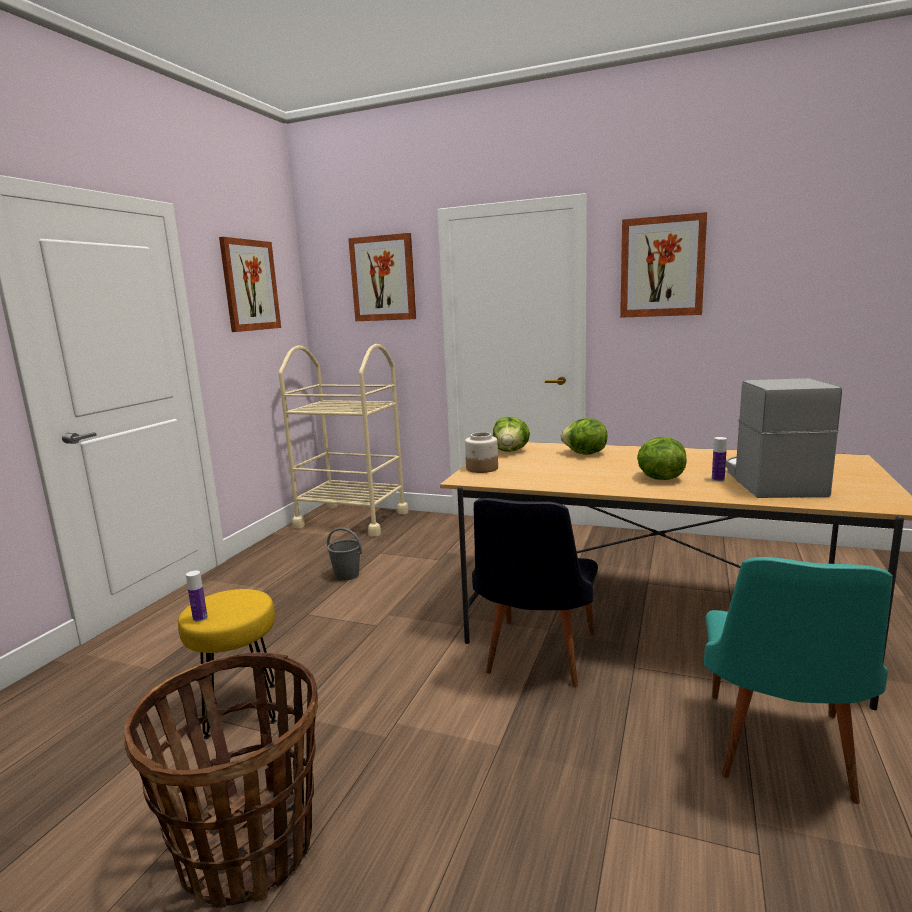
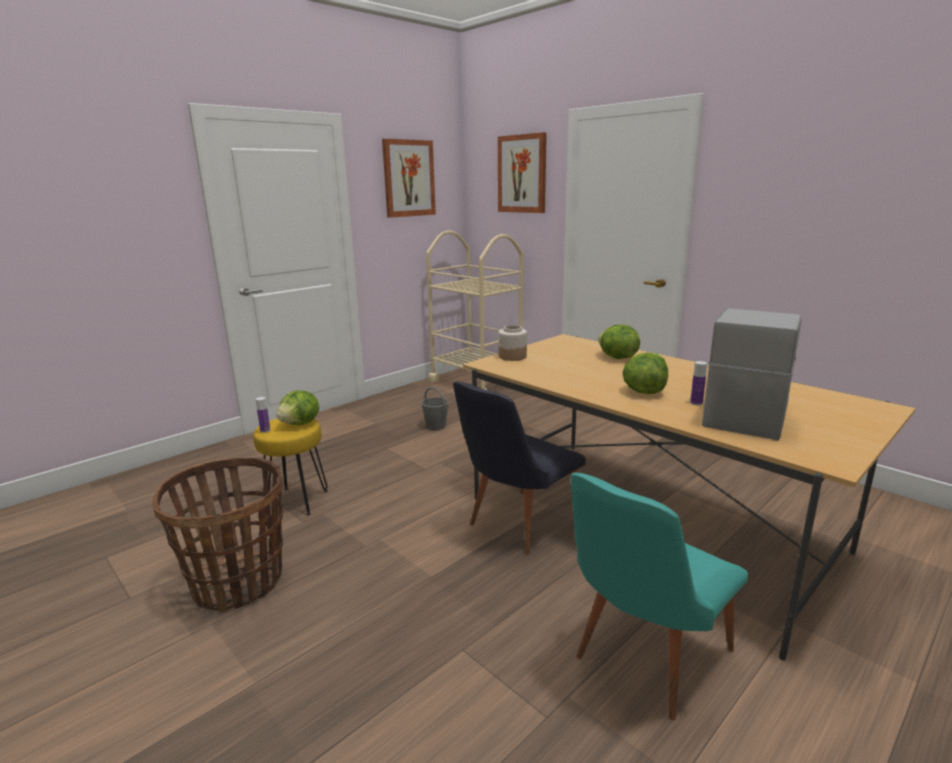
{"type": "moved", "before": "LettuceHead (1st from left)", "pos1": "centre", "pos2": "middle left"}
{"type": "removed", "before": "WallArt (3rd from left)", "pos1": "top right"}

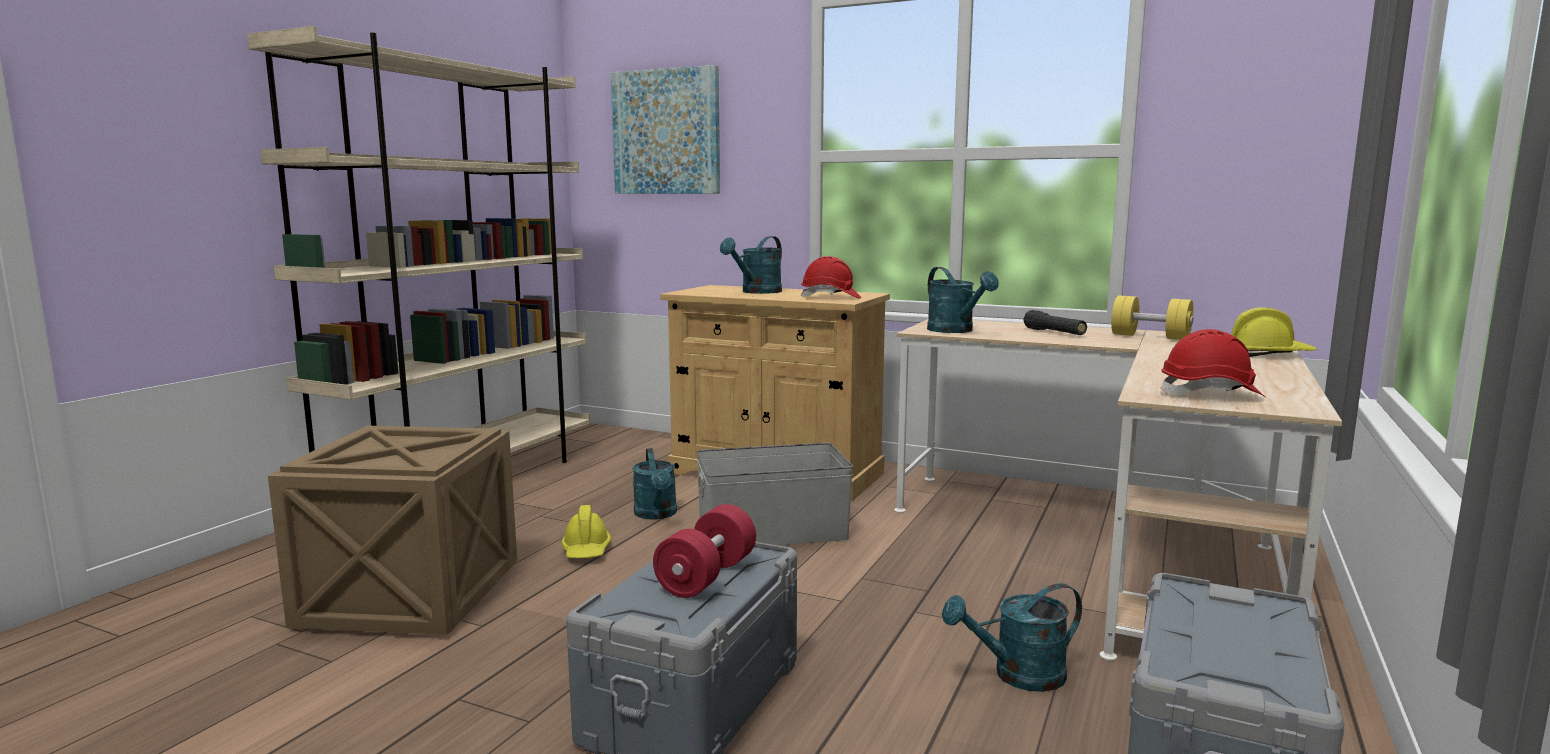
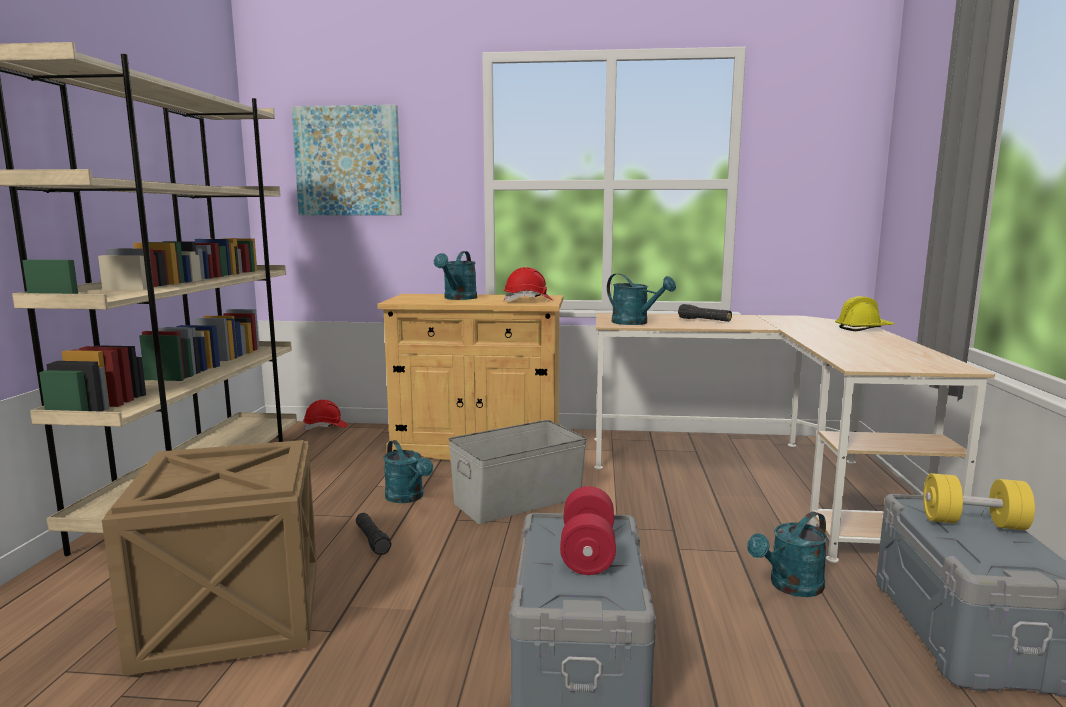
{"type": "moved", "before": "RedHardHat (2nd from left in the first image)", "after": "RedHardHat (1st from left)", "pos1": "middle right", "pos2": "middle left"}
{"type": "replaced", "before": "YellowHardHat (1st from left)", "after": "BlackTorch (1st from left)", "pos1": "bottom centre", "pos2": "bottom centre"}
{"type": "moved", "before": "YellowFreeWeight", "pos1": "middle right", "pos2": "bottom right"}

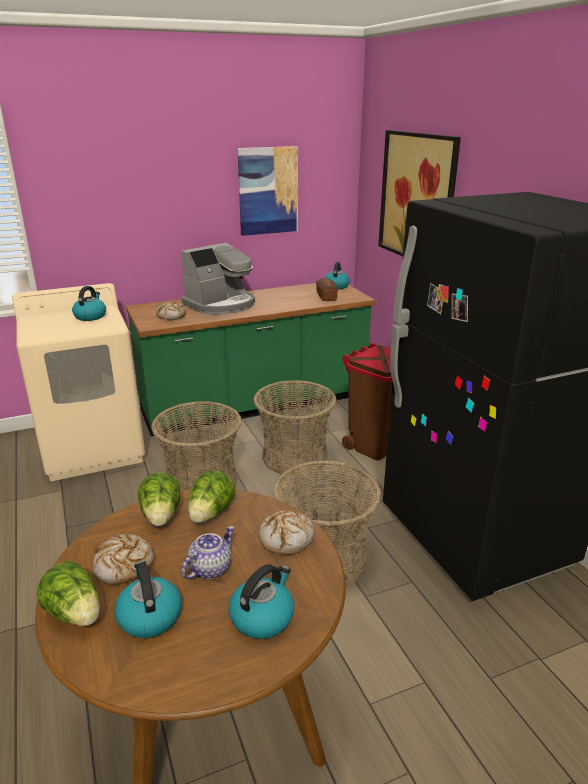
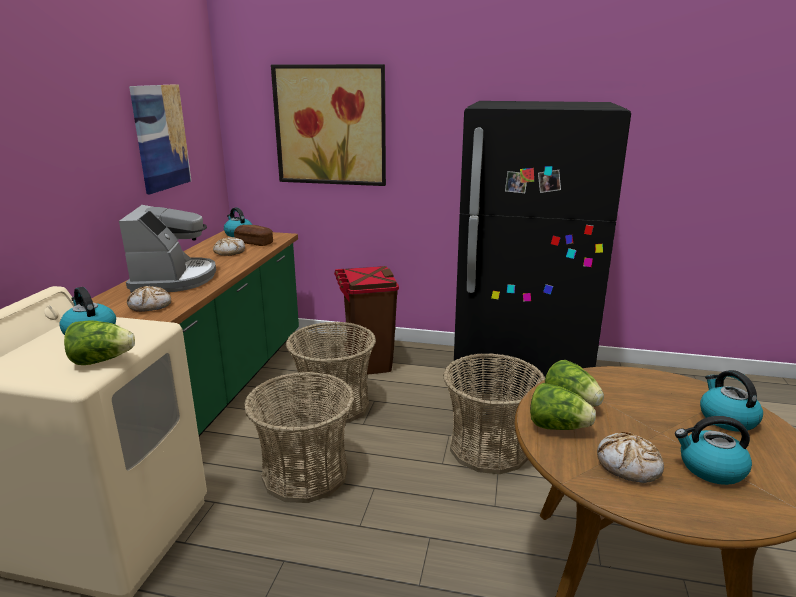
{"type": "moved", "before": "LettuceHead (1st from left)", "pos1": "bottom left", "pos2": "middle left"}
{"type": "moved", "before": "Bread (3rd from left in the first image)", "after": "Bread (2nd from left)", "pos1": "bottom centre", "pos2": "middle left"}
{"type": "removed", "before": "TeaPot", "pos1": "bottom centre"}

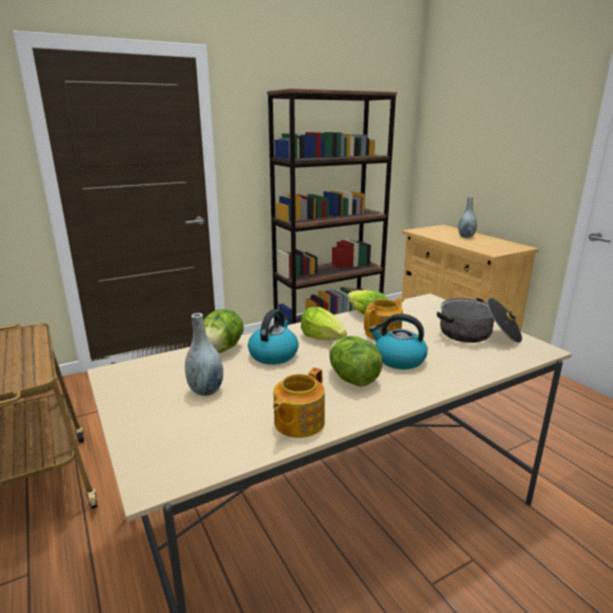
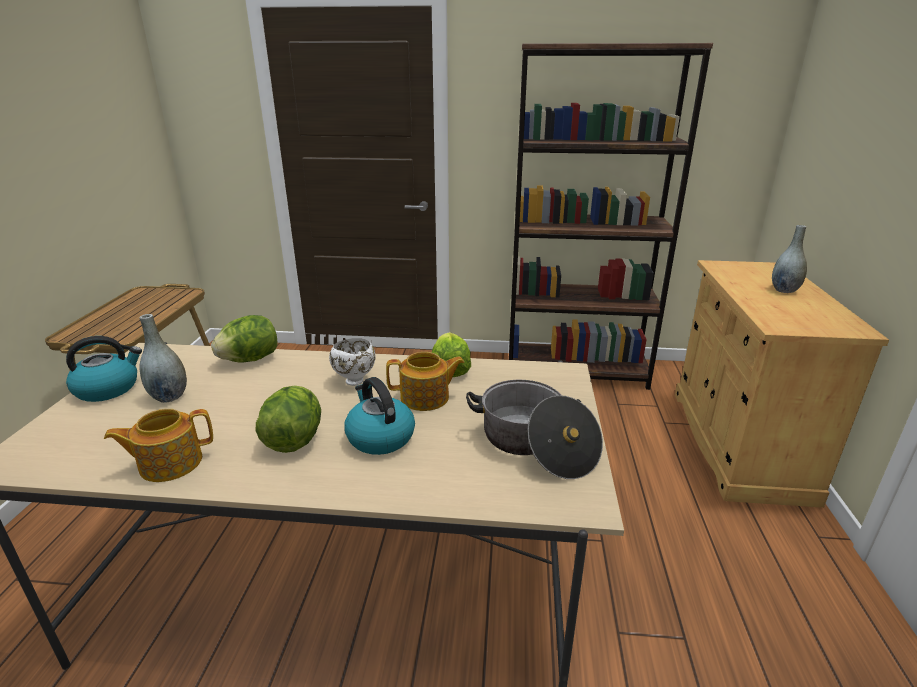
{"type": "moved", "before": "WaterKettle (1st from left)", "pos1": "centre", "pos2": "middle left"}
{"type": "replaced", "before": "LettuceHead (2nd from left)", "after": "WhitishDeepDish", "pos1": "centre", "pos2": "centre"}

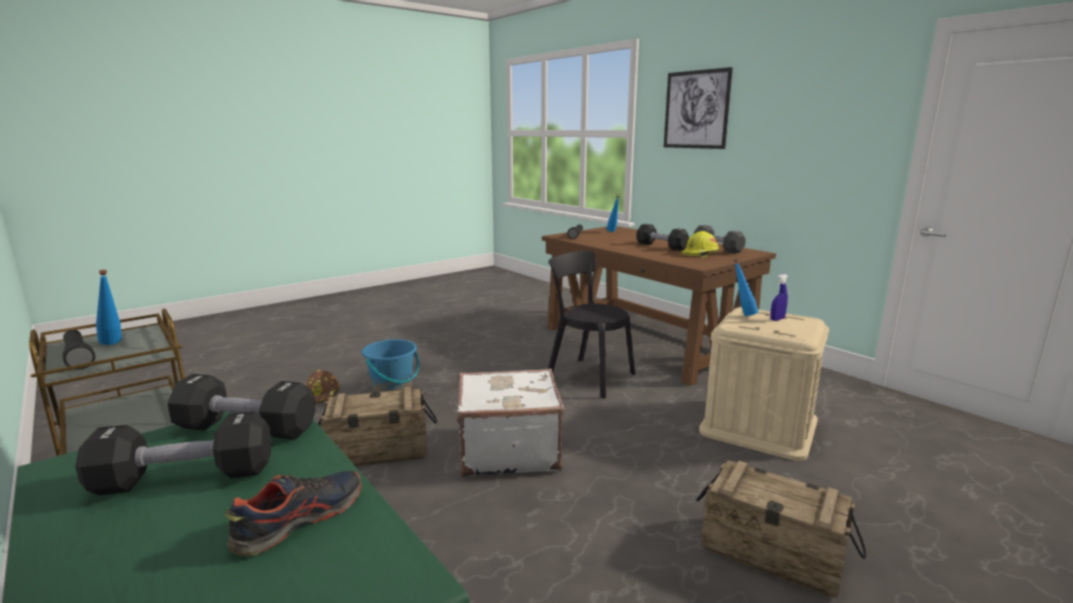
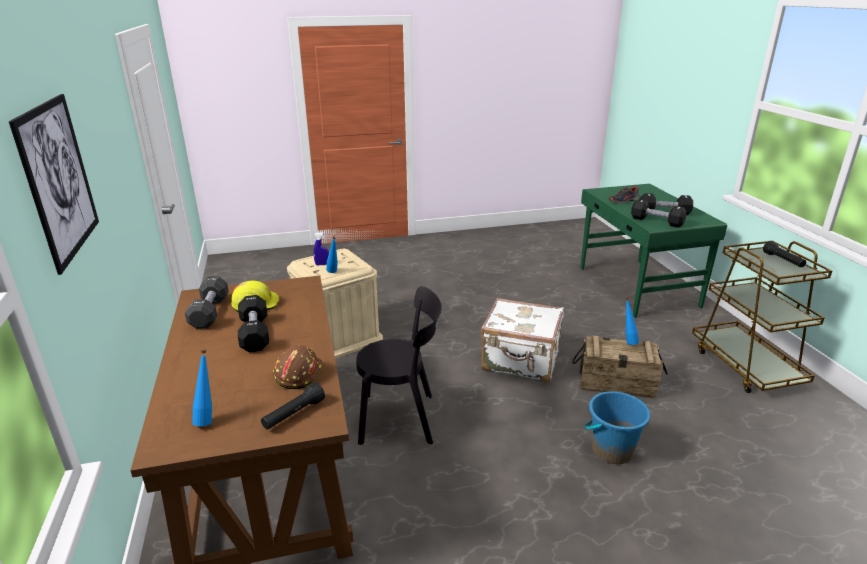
{"type": "moved", "before": "BrownColouredHardHat", "pos1": "middle left", "pos2": "centre"}
{"type": "turned", "before": "BlackChair", "pos1": "centre", "pos2": "centre", "turn": -60}
{"type": "moved", "before": "BlueBottle (1st from left in the first image)", "after": "BlueBottle (3rd from left)", "pos1": "middle left", "pos2": "middle right"}
{"type": "removed", "before": "ShippingCrate (2nd from left)", "pos1": "bottom right"}

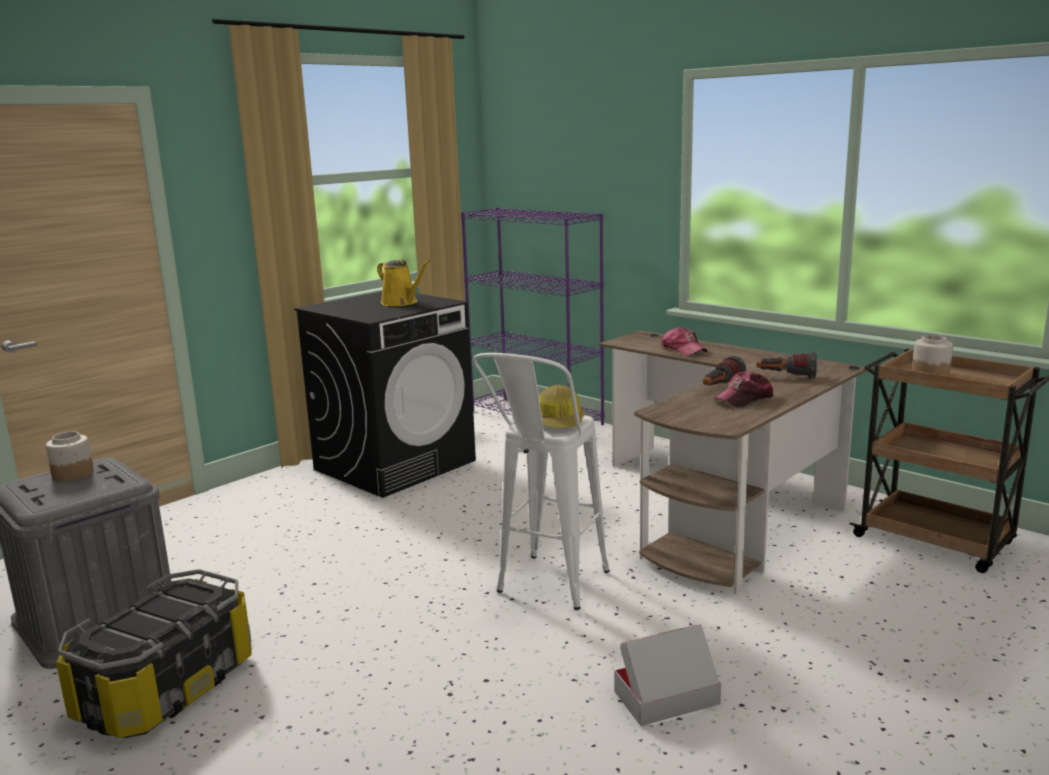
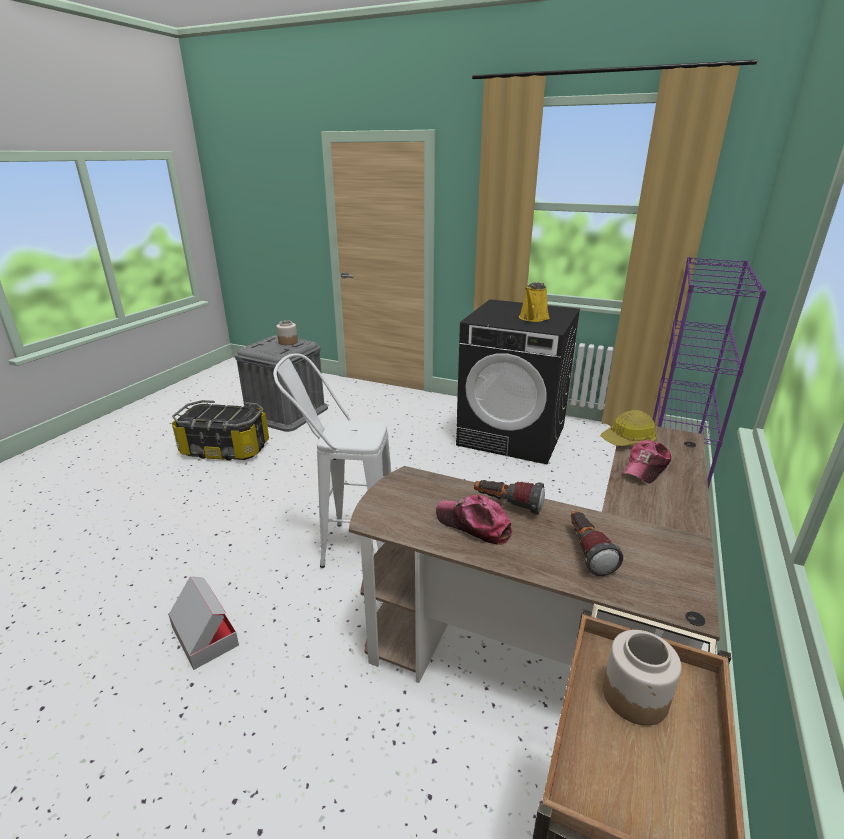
{"type": "moved", "before": "HardHat", "pos1": "centre", "pos2": "middle right"}

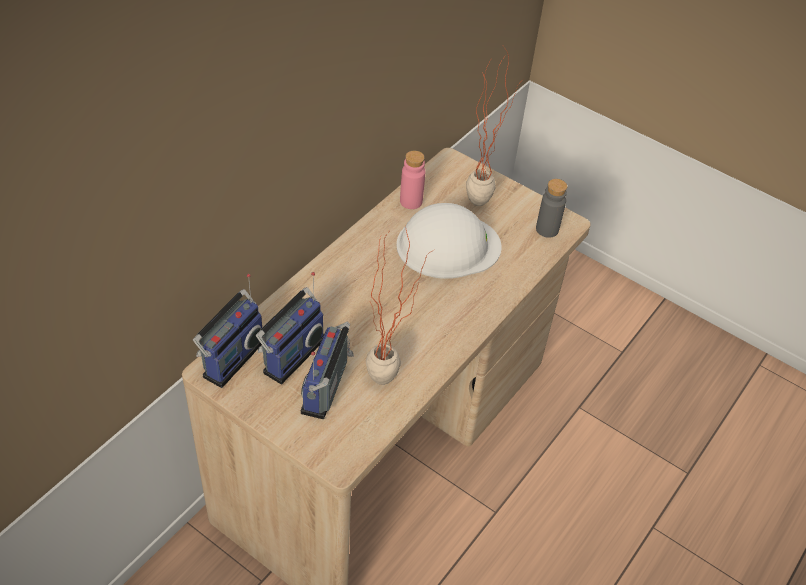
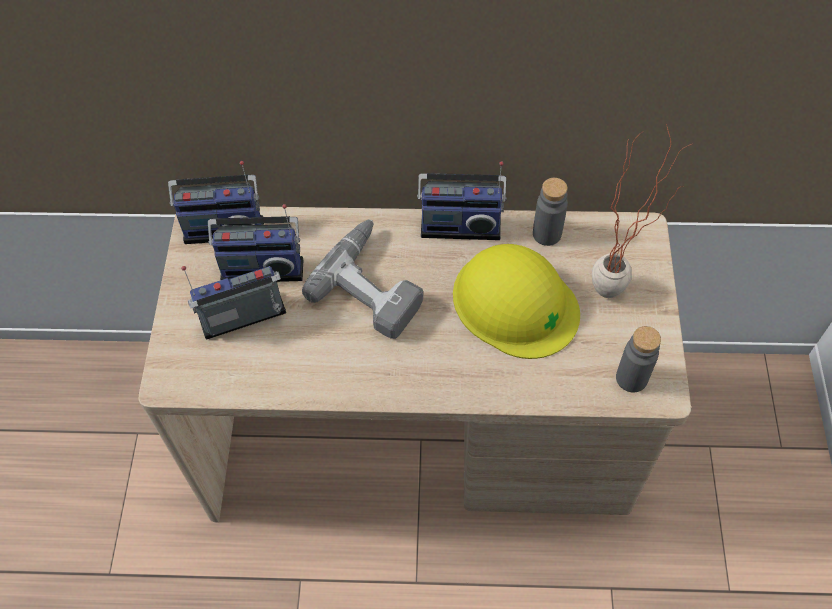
{"type": "added", "after": "Drill", "pos2": "centre"}
{"type": "added", "after": "RadioReceiver (4th from left)", "pos2": "top centre"}
{"type": "recoloured", "before": "WhitishHardHat", "after": "YellowHardHat", "pos1": "centre", "pos2": "centre"}
{"type": "recoloured", "before": "PinkBottle", "after": "GrayBottle (1st from left)", "pos1": "top centre", "pos2": "centre"}
{"type": "removed", "before": "PottedPlant (1st from left)", "pos1": "centre"}

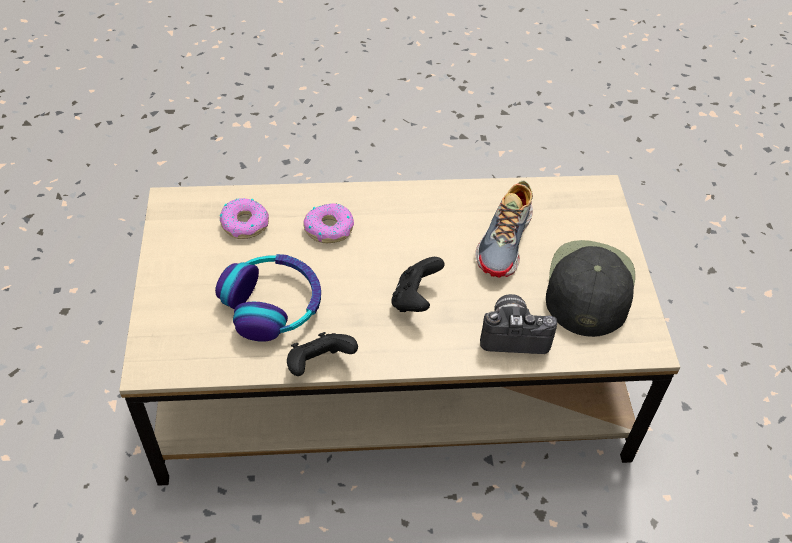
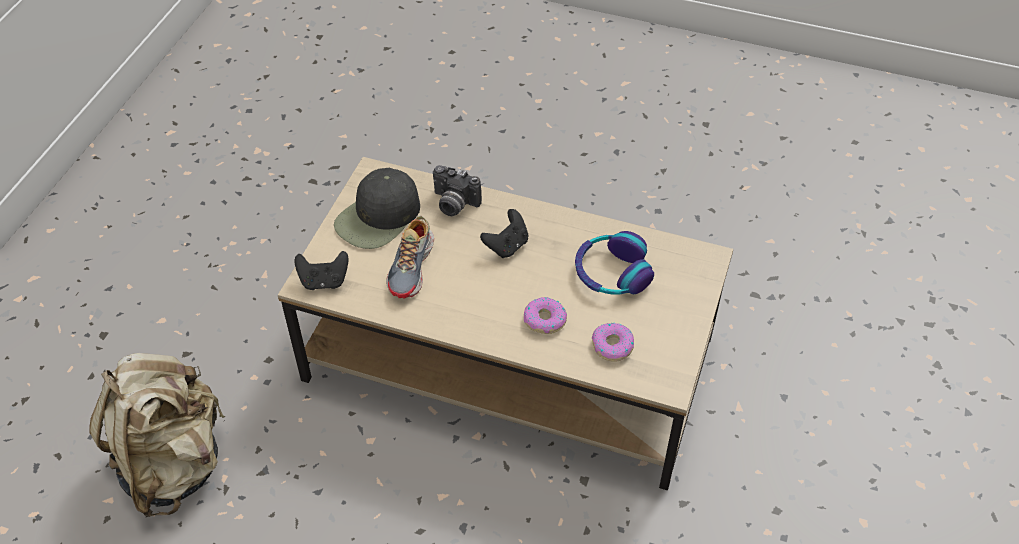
{"type": "added", "after": "BeigeColouredBackpack", "pos2": "bottom left"}
{"type": "moved", "before": "BlackGameController (1st from left)", "pos1": "centre", "pos2": "middle left"}
{"type": "turned", "before": "ItemOfFootwear", "pos1": "centre", "pos2": "centre", "turn": 150}

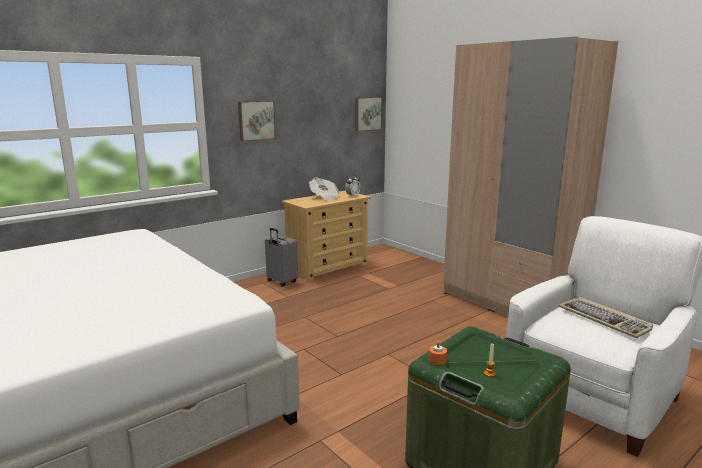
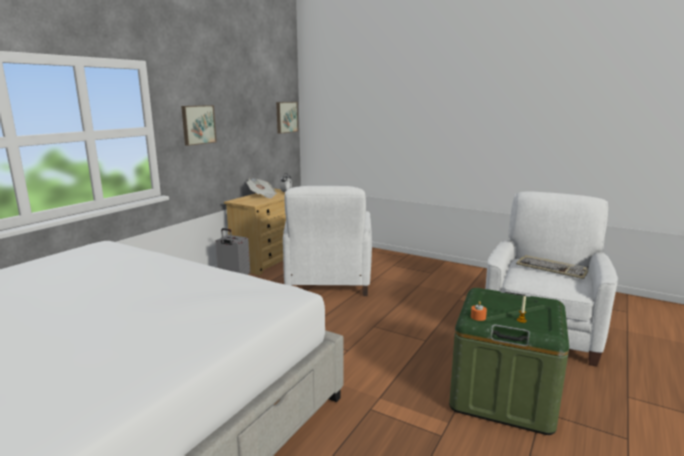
{"type": "added", "after": "WhitishArmchair (1st from left)", "pos2": "centre"}
{"type": "removed", "before": "BeigeColouredWardrobe", "pos1": "middle right"}

